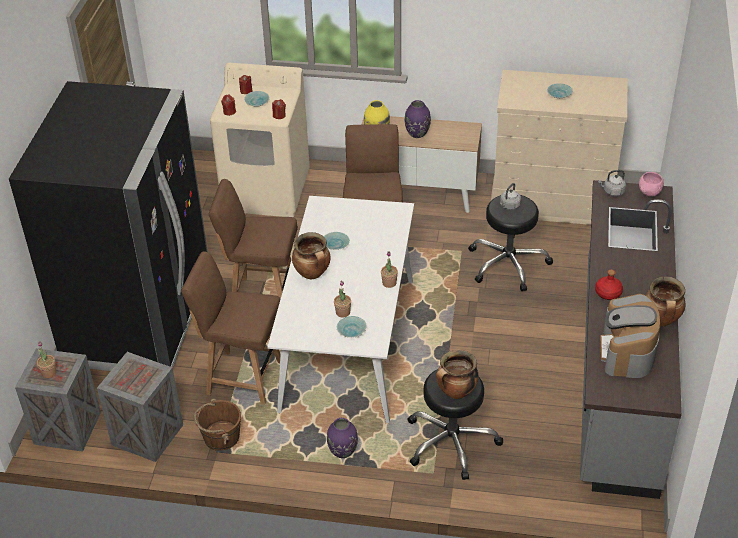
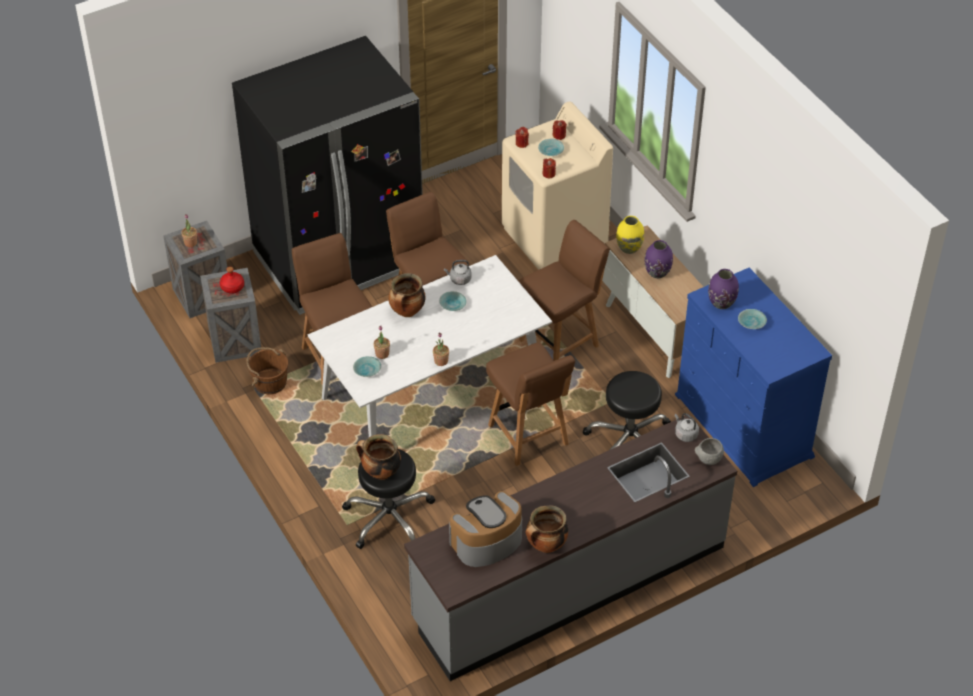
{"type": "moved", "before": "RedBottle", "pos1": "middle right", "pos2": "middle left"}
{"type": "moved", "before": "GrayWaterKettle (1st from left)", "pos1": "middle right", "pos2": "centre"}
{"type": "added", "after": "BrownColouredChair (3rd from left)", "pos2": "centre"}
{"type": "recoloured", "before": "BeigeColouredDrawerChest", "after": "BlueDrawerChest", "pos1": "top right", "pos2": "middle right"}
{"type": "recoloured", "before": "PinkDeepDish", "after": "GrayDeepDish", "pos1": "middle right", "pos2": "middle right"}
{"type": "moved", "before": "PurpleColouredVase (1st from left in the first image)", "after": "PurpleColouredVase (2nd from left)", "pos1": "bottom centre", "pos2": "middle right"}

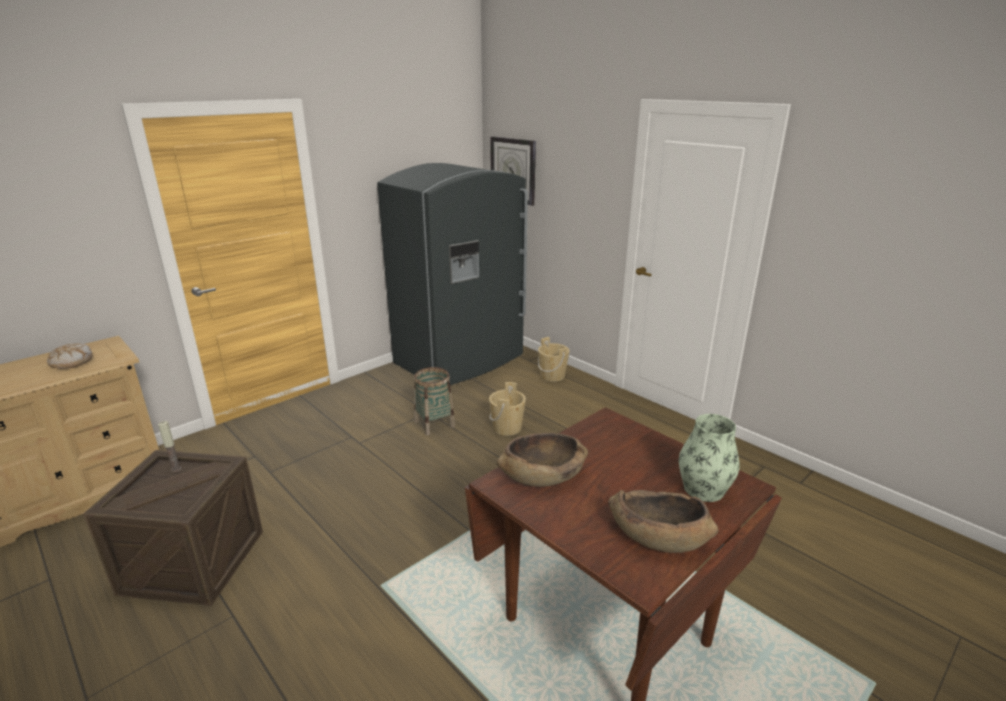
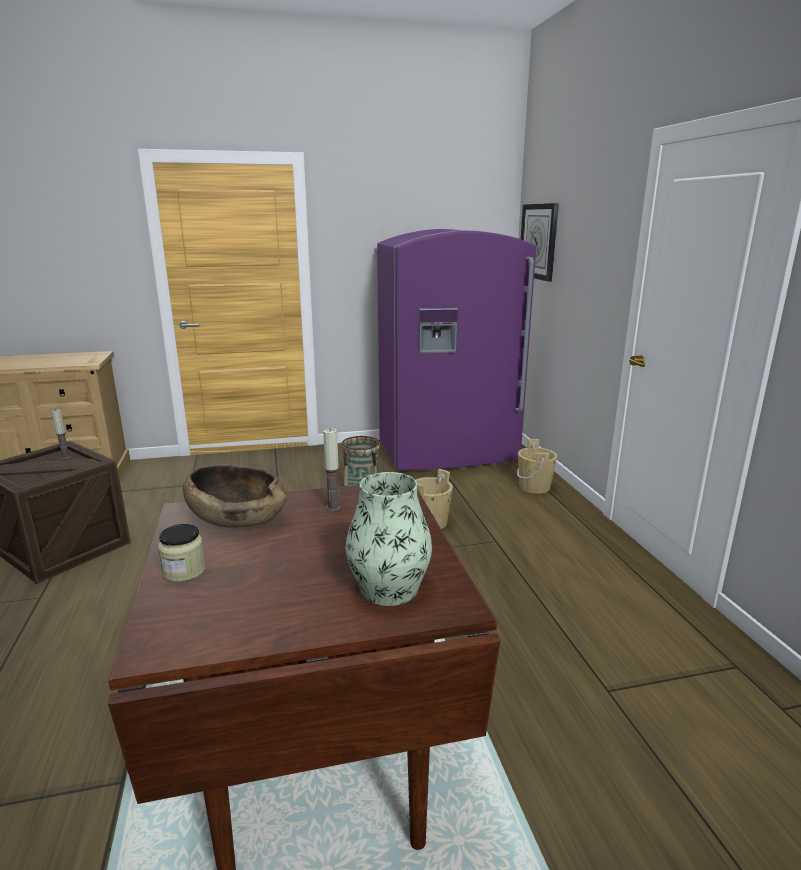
{"type": "added", "after": "PreserveJar", "pos2": "middle left"}
{"type": "added", "after": "WaxLight (2nd from left)", "pos2": "centre"}
{"type": "recoloured", "before": "GrayFridge", "after": "PurpleColouredFridge", "pos1": "centre", "pos2": "centre"}
{"type": "removed", "before": "Bread", "pos1": "middle left"}
{"type": "removed", "before": "BrownColouredDeepDish (2nd from left)", "pos1": "bottom centre"}

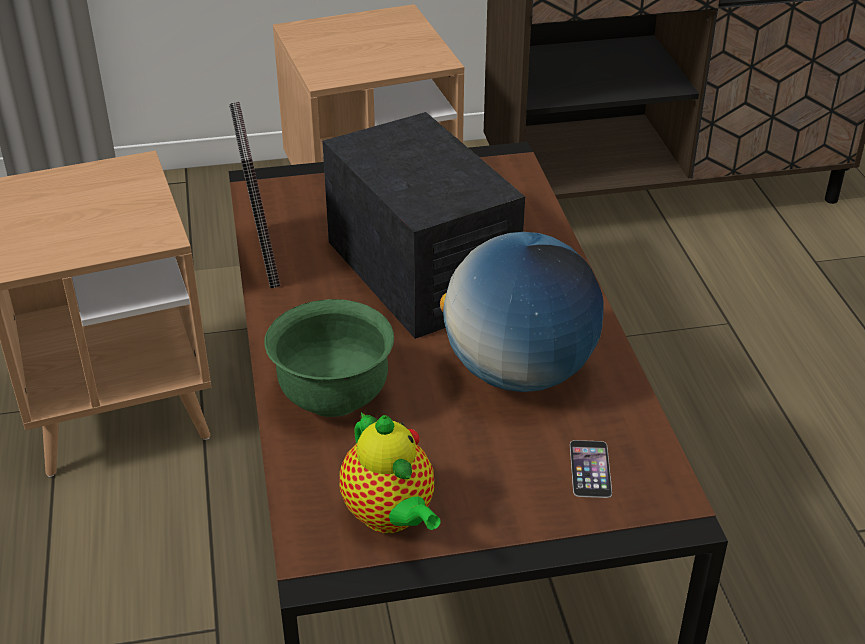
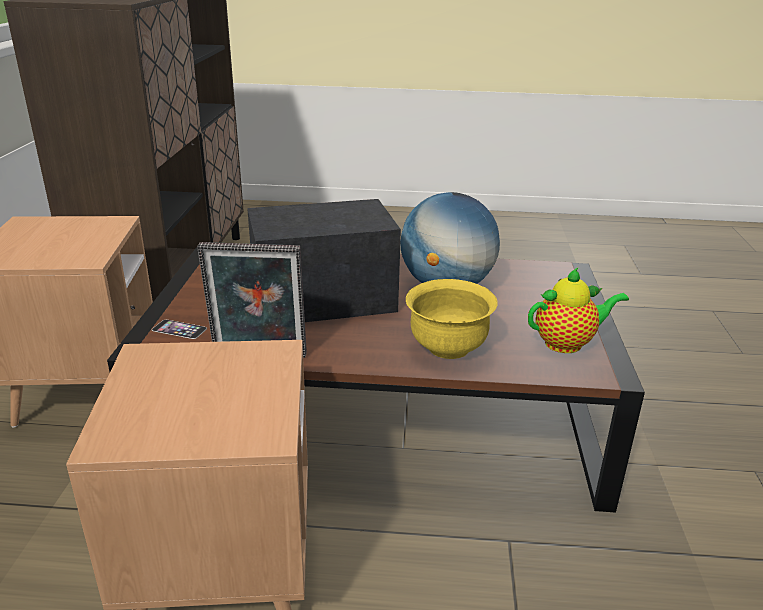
{"type": "moved", "before": "Phone", "pos1": "bottom right", "pos2": "middle left"}
{"type": "recoloured", "before": "GreenishDeepDish", "after": "YellowDeepDish", "pos1": "centre", "pos2": "centre"}

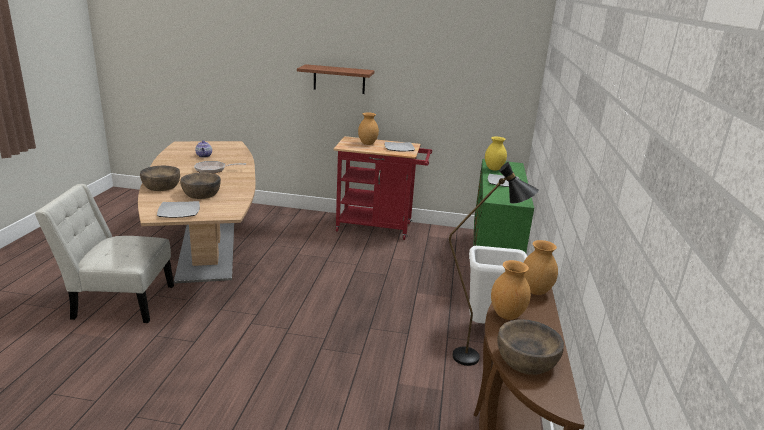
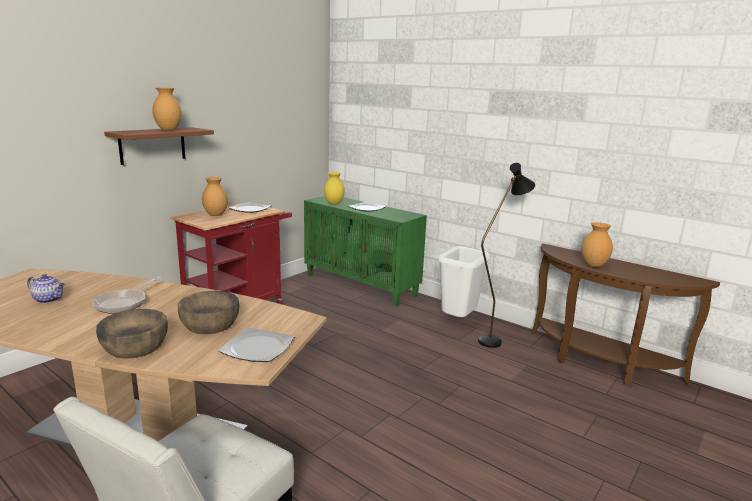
{"type": "moved", "before": "BrownColouredVase (3rd from left in the first image)", "after": "BrownColouredVase (1st from left)", "pos1": "middle right", "pos2": "top left"}
{"type": "removed", "before": "BrownColouredDeepDish (3rd from left)", "pos1": "bottom right"}

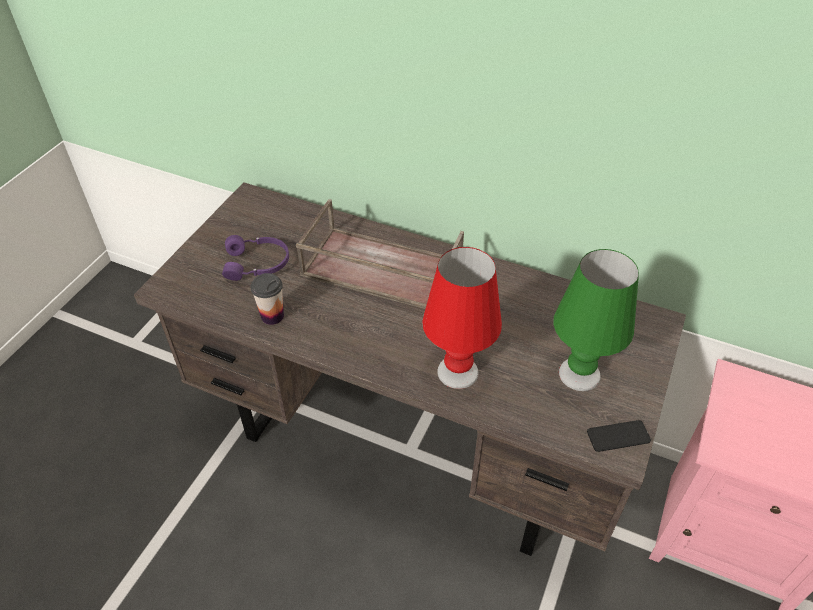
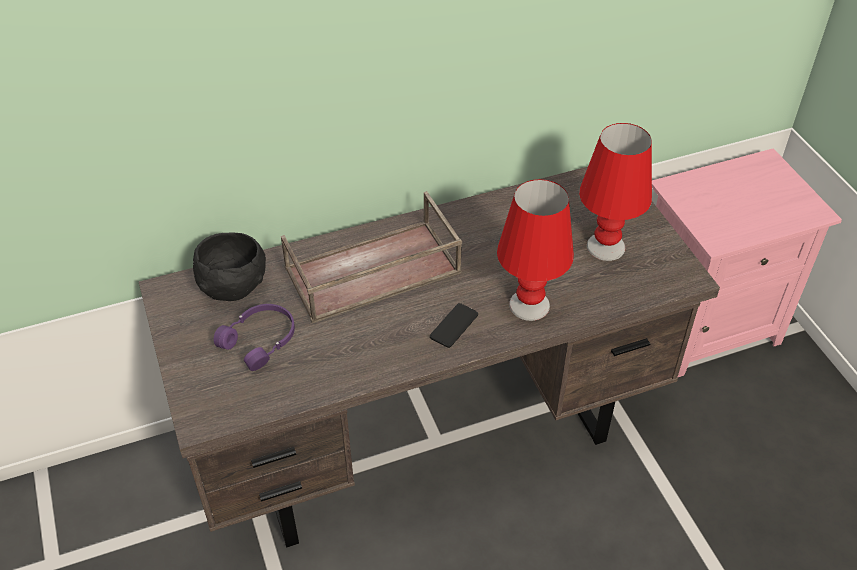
{"type": "added", "after": "BlackDeepDish", "pos2": "middle left"}
{"type": "moved", "before": "Phone", "pos1": "bottom right", "pos2": "centre"}
{"type": "recoloured", "before": "GreenishTabletopLamp", "after": "RedTabletopLamp (2nd from left)", "pos1": "middle right", "pos2": "middle right"}
{"type": "removed", "before": "Cup", "pos1": "middle left"}

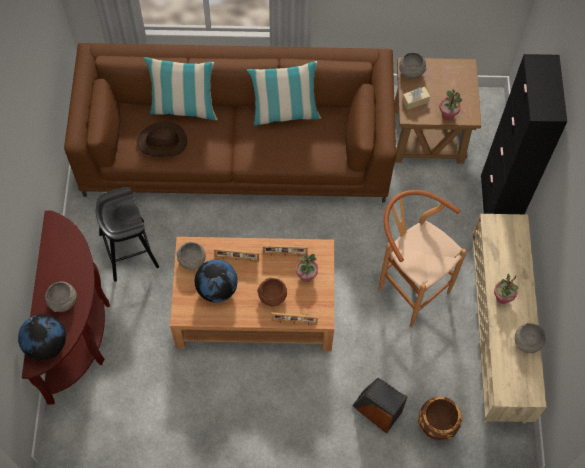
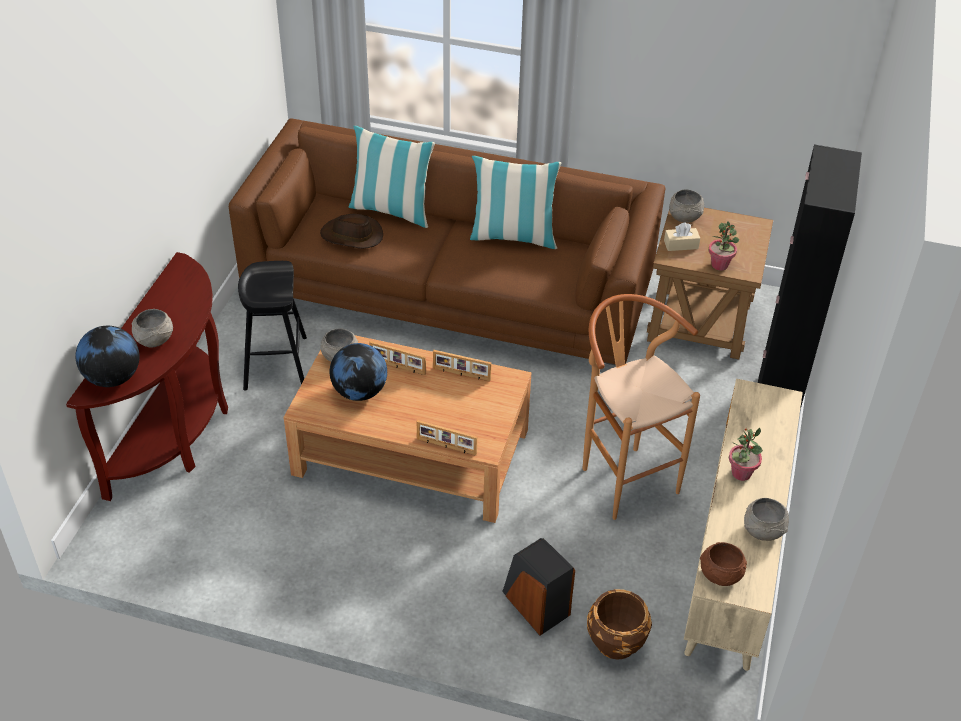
{"type": "moved", "before": "BrownColouredDeepDish", "pos1": "centre", "pos2": "bottom right"}
{"type": "removed", "before": "PottedPlant (1st from left)", "pos1": "centre"}

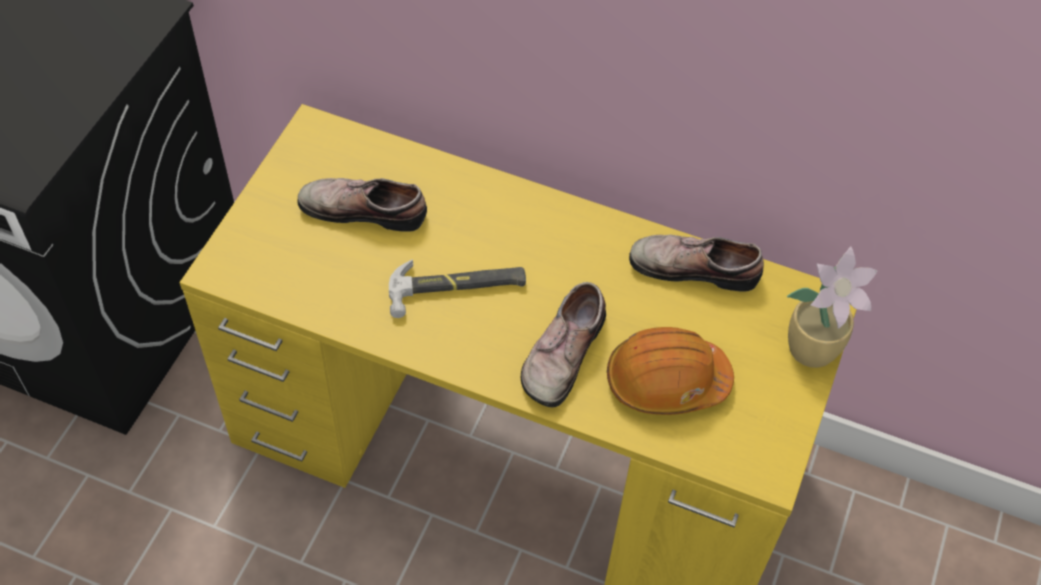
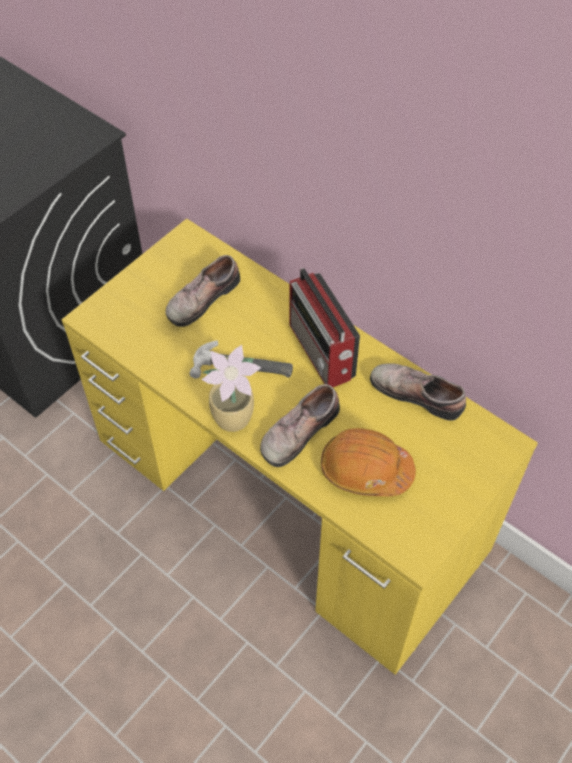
{"type": "turned", "before": "ItemOfFootwear (1st from left)", "pos1": "centre", "pos2": "centre", "turn": -75}
{"type": "moved", "before": "PottedPlant", "pos1": "middle right", "pos2": "centre"}
{"type": "added", "after": "RadioReceiver", "pos2": "centre"}

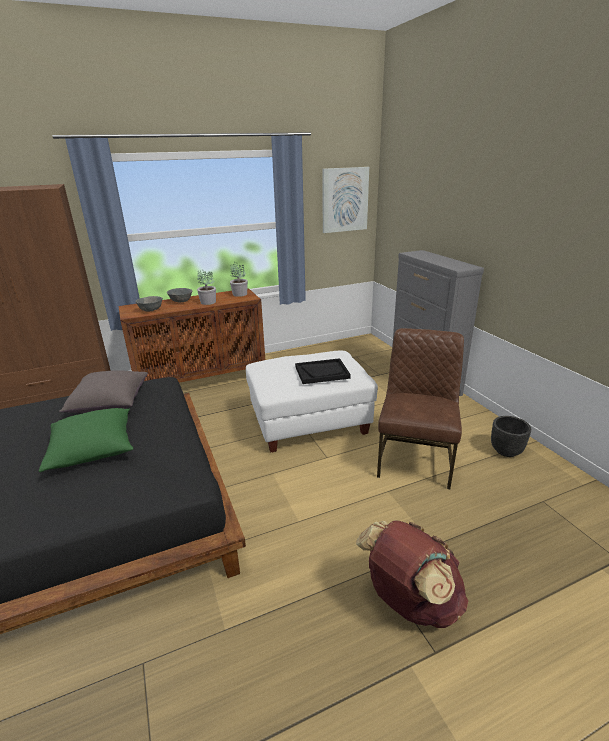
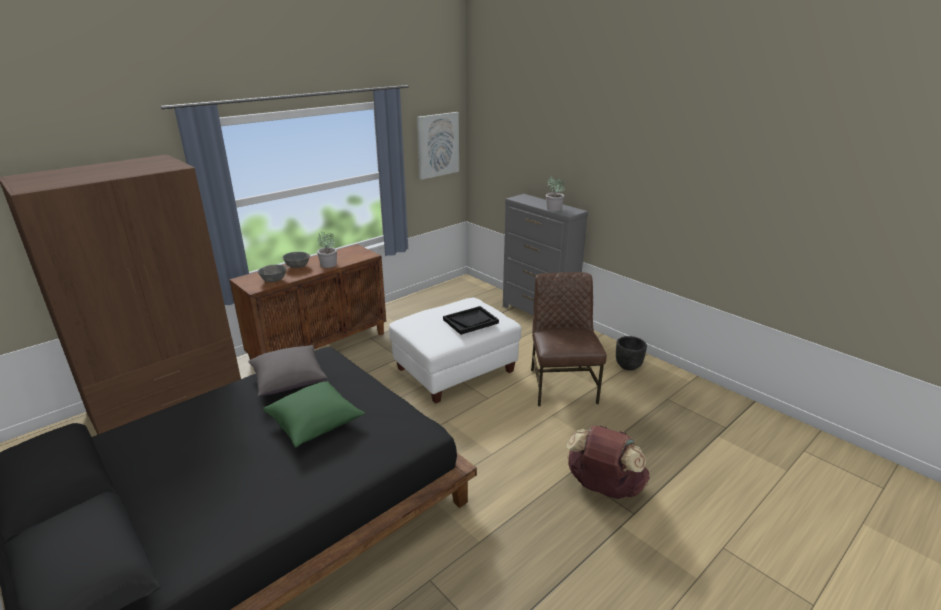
{"type": "moved", "before": "PottedPlant (2nd from left)", "pos1": "centre", "pos2": "top centre"}

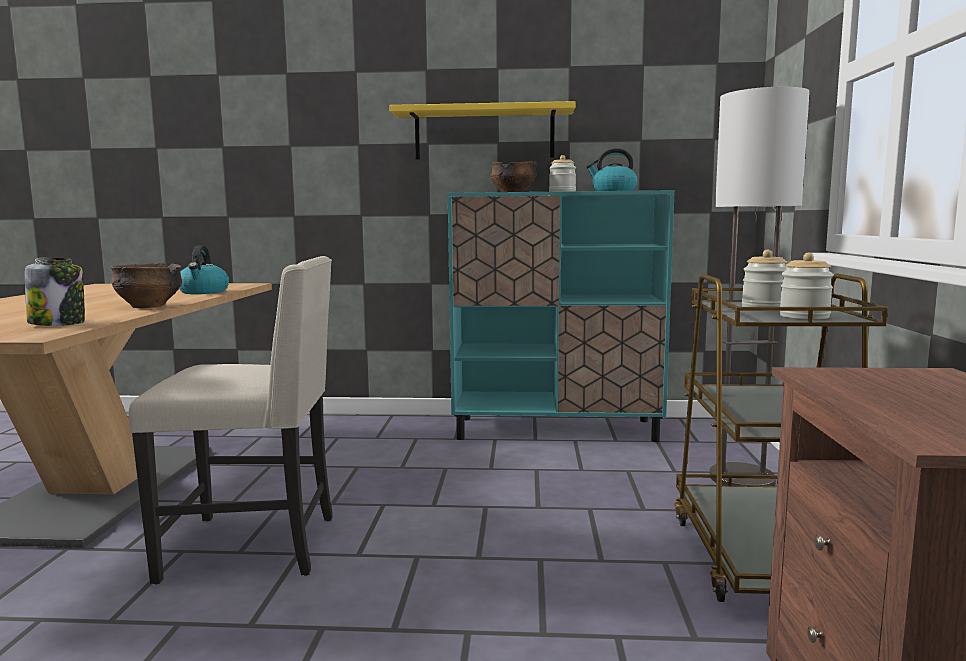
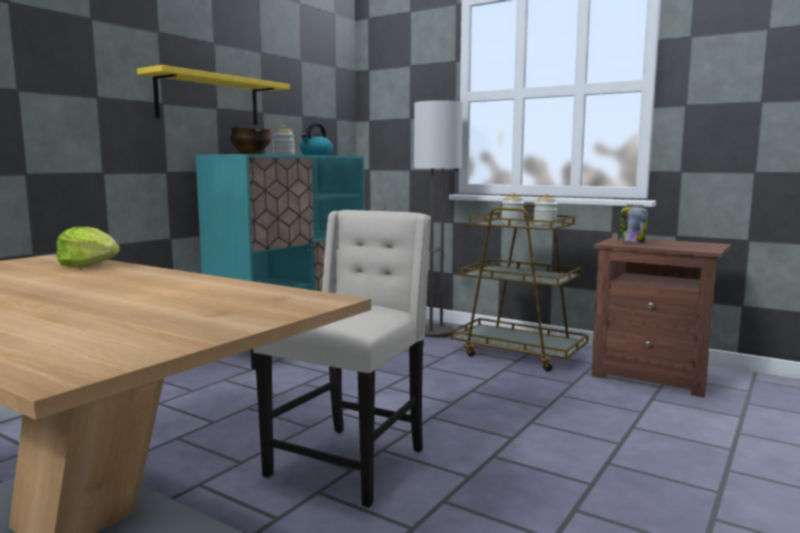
{"type": "replaced", "before": "WaterKettle (1st from left)", "after": "LettuceHead", "pos1": "middle left", "pos2": "middle left"}
{"type": "moved", "before": "PreserveJar (1st from left in the first image)", "after": "PreserveJar (4th from left)", "pos1": "middle left", "pos2": "middle right"}
{"type": "removed", "before": "DeepDish (1st from left)", "pos1": "middle left"}

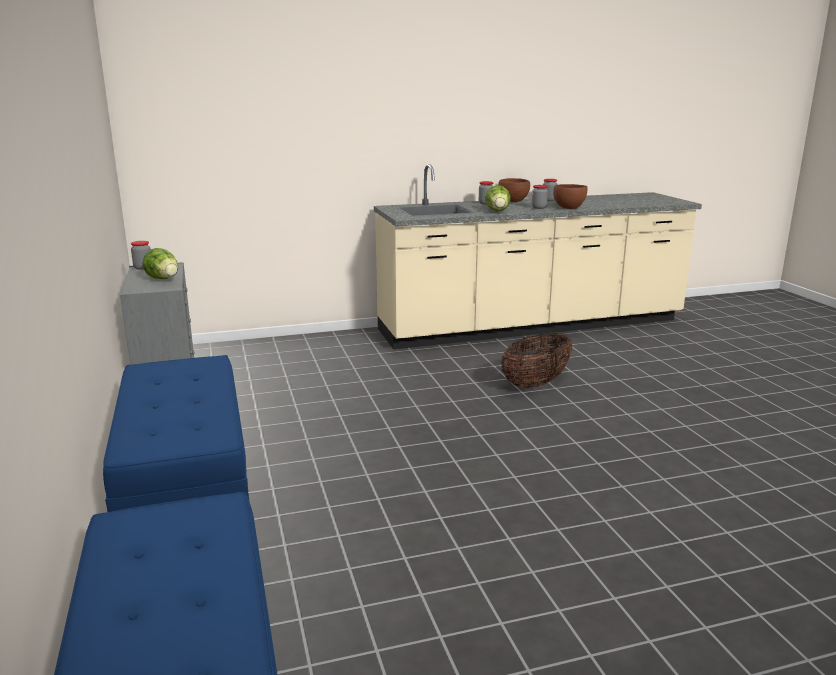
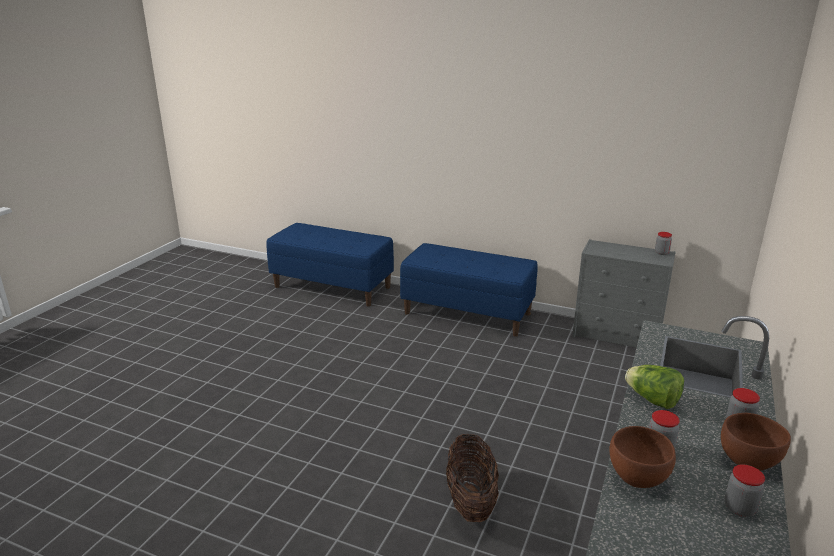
{"type": "removed", "before": "LettuceHead (1st from left)", "pos1": "middle left"}

